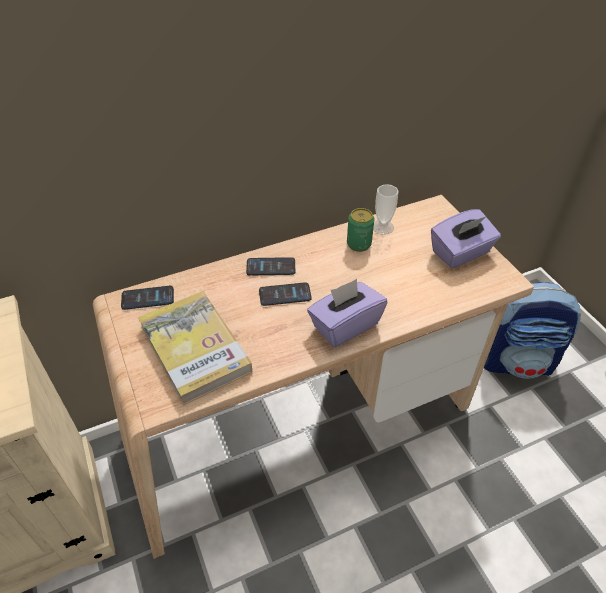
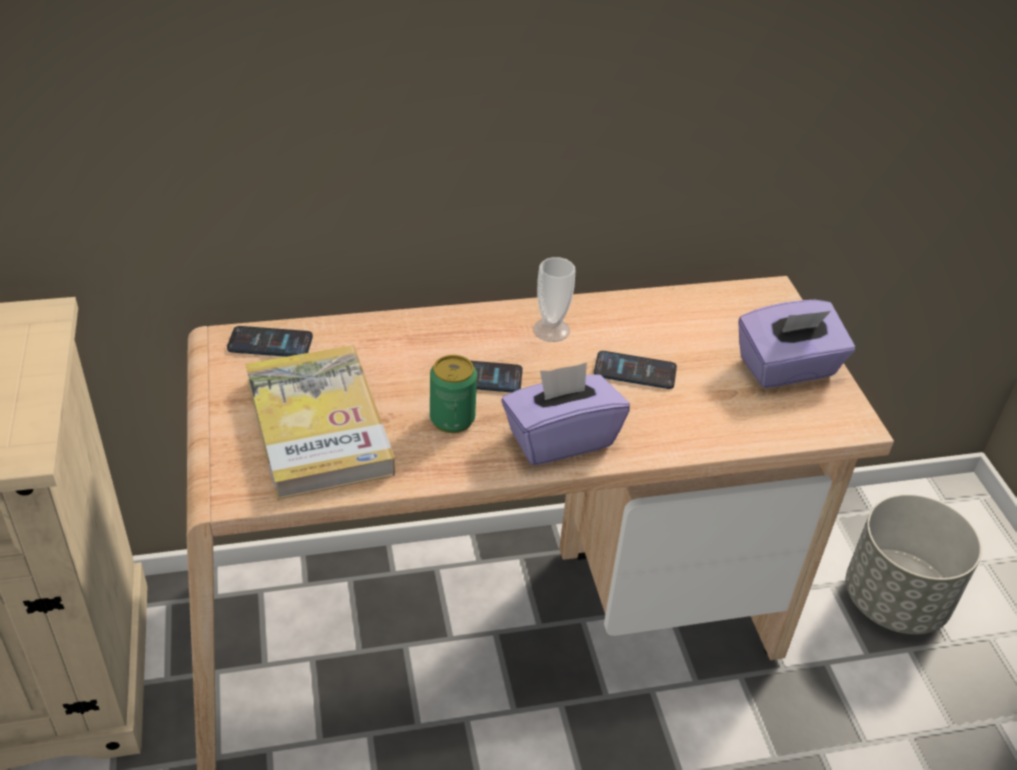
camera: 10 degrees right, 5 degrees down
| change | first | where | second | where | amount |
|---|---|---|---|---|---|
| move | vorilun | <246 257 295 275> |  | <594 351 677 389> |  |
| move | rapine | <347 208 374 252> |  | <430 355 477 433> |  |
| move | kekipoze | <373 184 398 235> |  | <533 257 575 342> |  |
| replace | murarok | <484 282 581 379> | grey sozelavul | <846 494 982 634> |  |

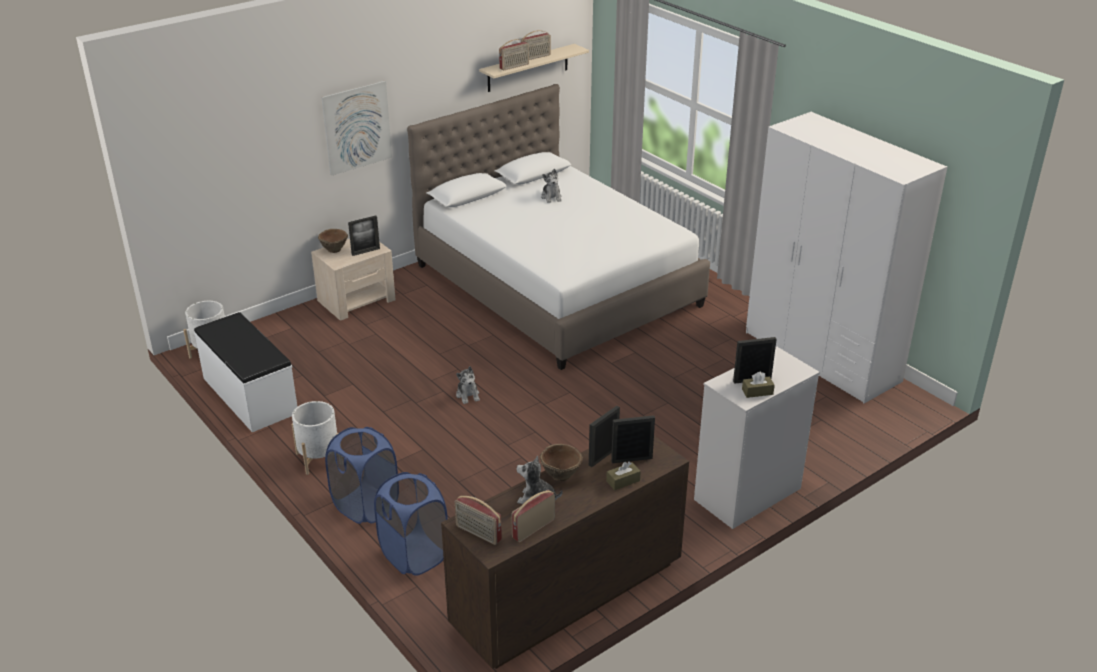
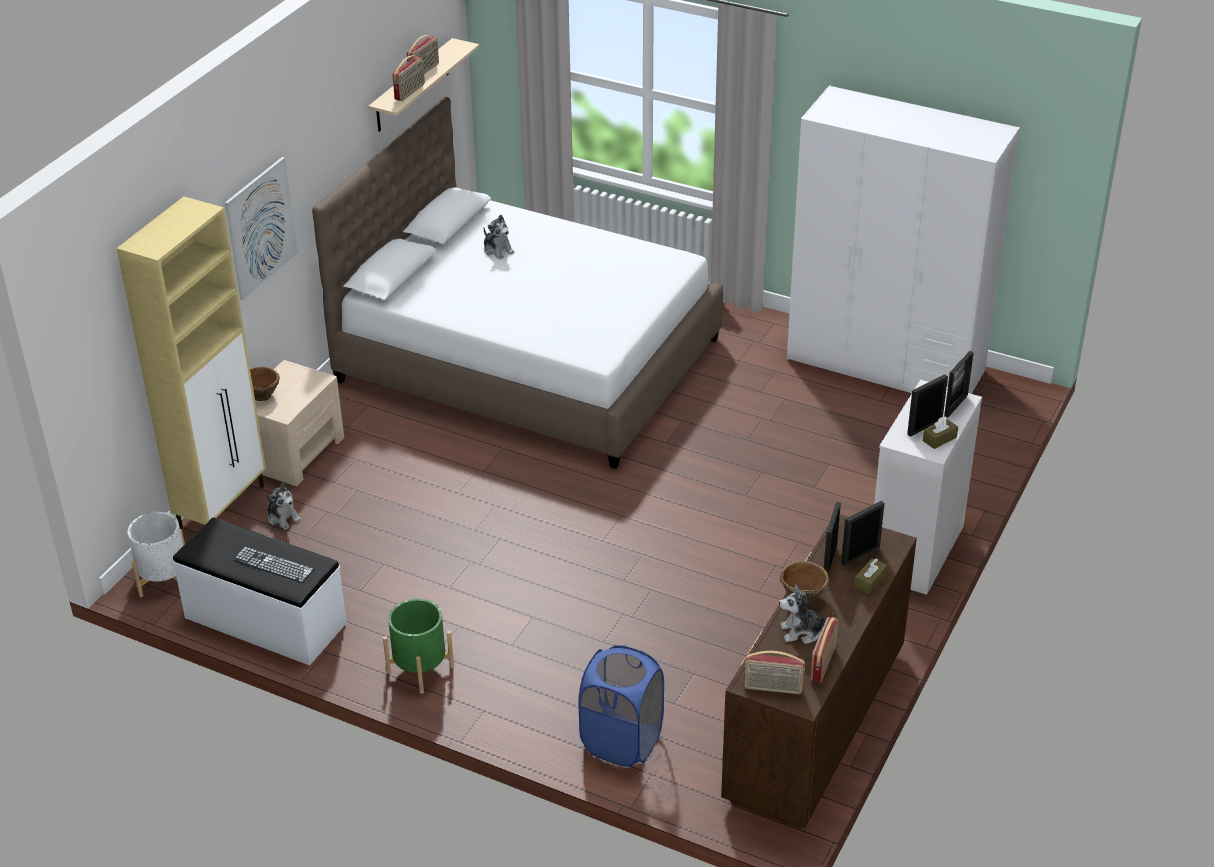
camera: 25 degrees left, 5 degrees up
| change | first | where | second | where | amount |
|---|---|---|---|---|---|
| delete | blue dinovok | <325 427 398 524> |  |  |  |
| insert |  |  | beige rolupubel | <116 196 266 529> |  |
| insert |  |  | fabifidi | <234 546 314 583> |  |
| move | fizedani | <348 215 380 256> |  | <944 351 974 417> |  |
| move | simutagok | <456 366 480 404> |  | <266 483 301 530> |  |
| recolor | white sozelavul | <292 401 338 475> | green sozelavul | <383 599 454 694> |  |

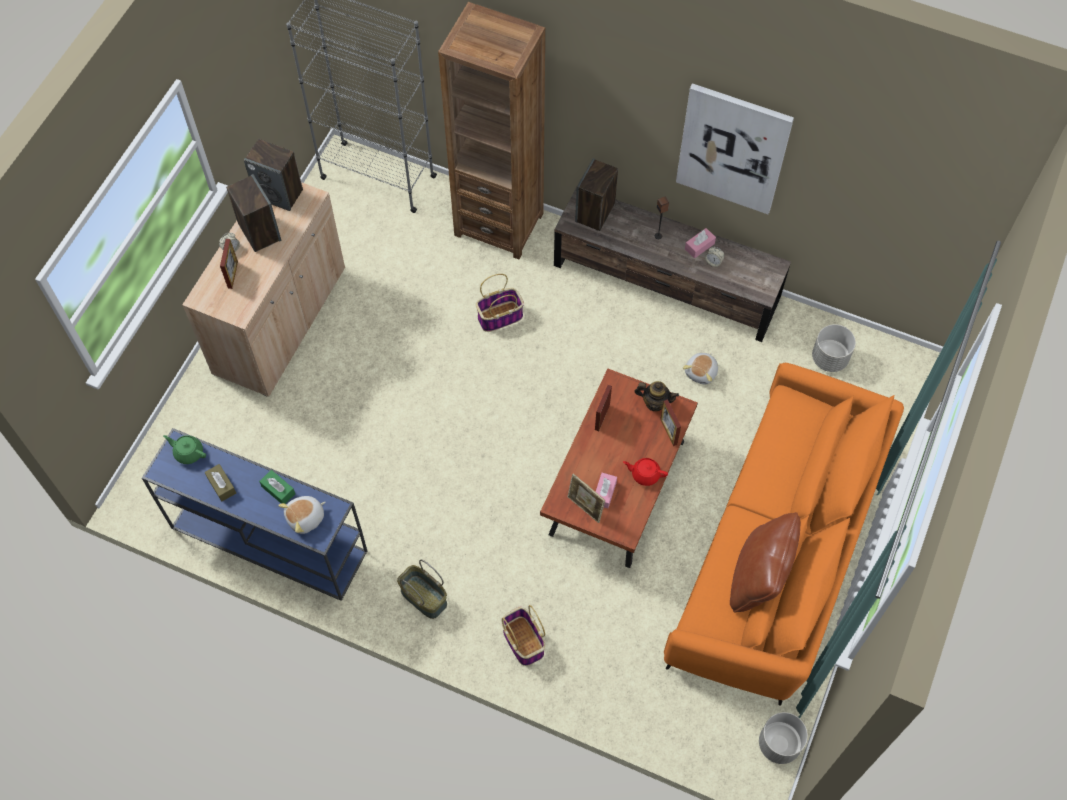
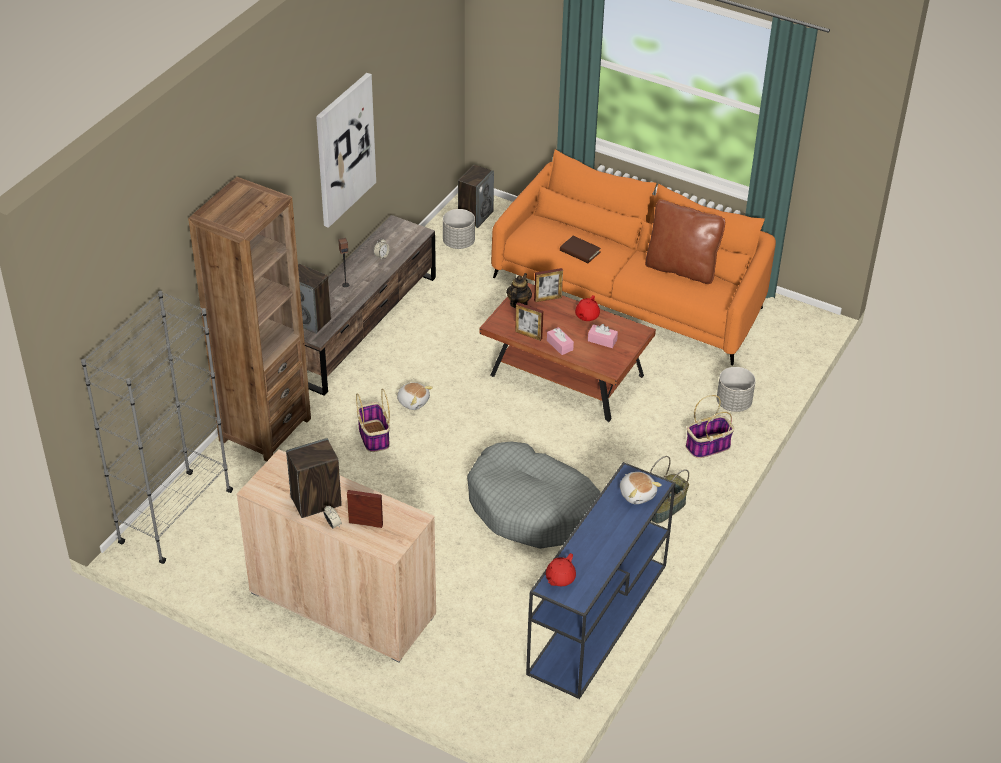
camera: 85 degrees left, 20 degrees down
| change | first | where | second | where | amount |
|---|---|---|---|---|---|
| delete | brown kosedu | <204 464 236 502> |  |  |  |
| delete | green kosedu | <259 470 295 504> |  |  |  |
| delete | fizedani | <568 474 605 523> |  |  |  |
| insert |  |  | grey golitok | <467 441 601 549> |  |
| insert |  |  | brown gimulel | <560 236 601 263> |  |
| move | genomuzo | <244 139 303 211> |  | <458 165 494 228> |  |
| move | simutagok | <683 353 718 384> |  | <397 382 433 410> |  |
| move | pink kosedu | <685 228 716 258> |  | <547 327 574 355> |  |
| move | grey sozelavul | <759 712 808 764> |  | <717 367 756 412> |  |
| recolor | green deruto | <163 435 206 464> | red deruto | <546 553 576 586> |  |

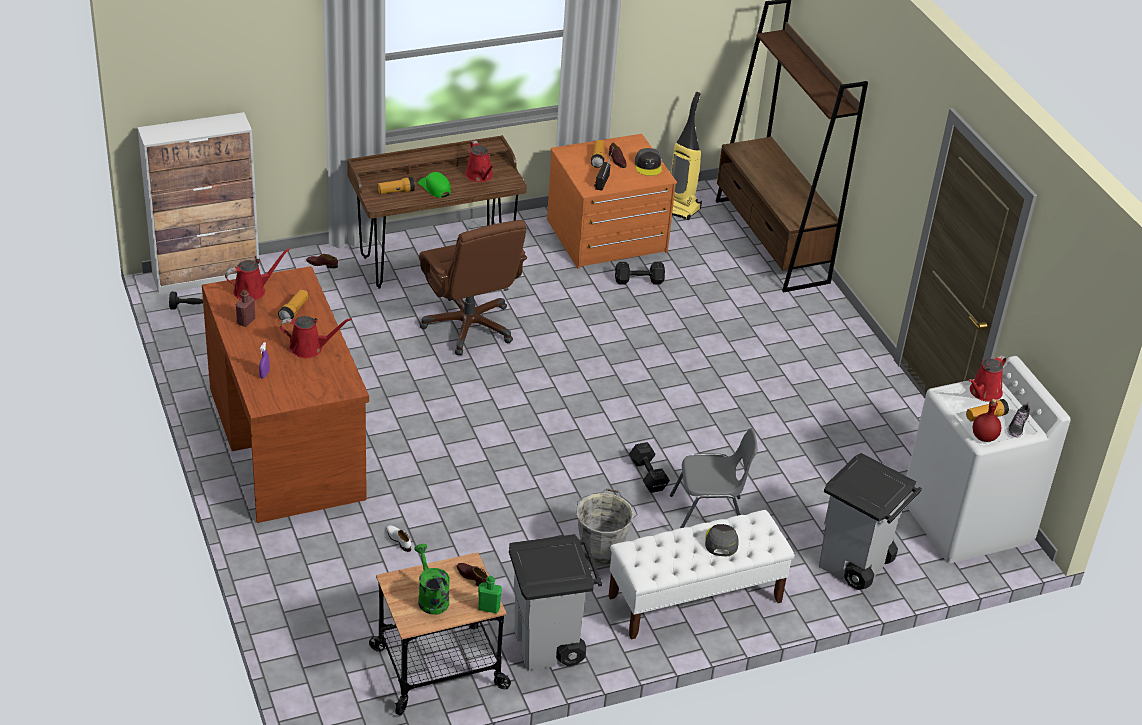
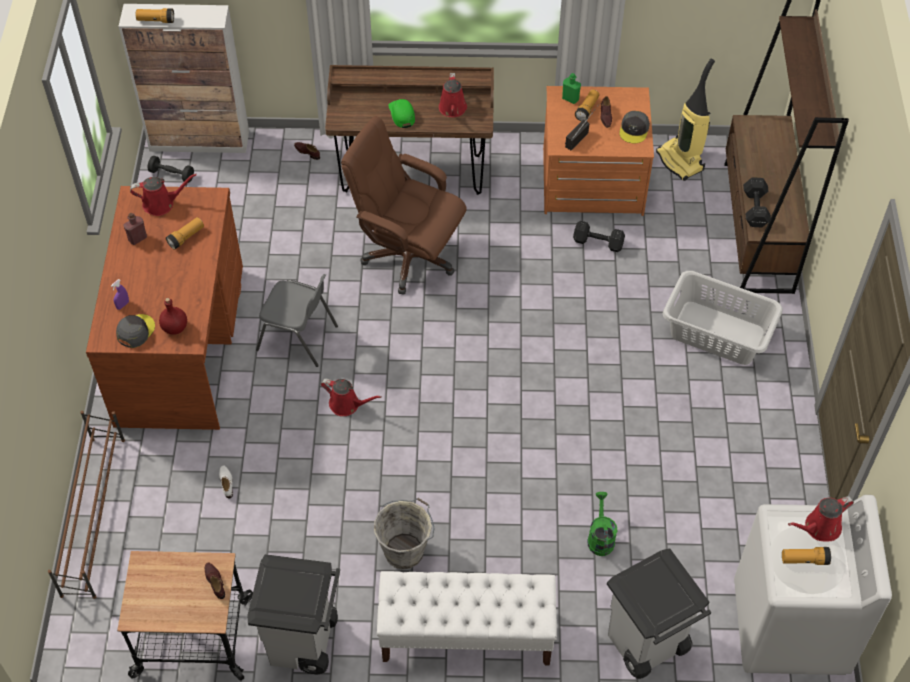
camera: 25 degrees right, 15 degrees up
| change | first | where | second | where | amount |
|---|---|---|---|---|---|
| delete | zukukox | <1008 402 1029 437> |  |  |  |
| insert |  |  | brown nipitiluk | <48 411 125 599> |  |
| insert |  |  | grey dinovok | <663 271 783 365> |  |
| move | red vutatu | <280 316 352 358> |  | <321 379 382 416> |  |
| move | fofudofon | <378 177 415 194> |  | <135 8 174 23> |  |
| move | green vutatu | <414 544 450 615> |  | <587 492 617 556> |  |
| move | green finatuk | <478 576 502 613> |  | <562 73 581 104> |  |
| move | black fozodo | <629 442 670 493> |  | <743 177 771 227> |  |
| move | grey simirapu | <670 428 758 528> |  | <256 274 338 367> |  |
| move | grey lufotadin | <705 524 739 556> |  | <116 314 155 348> |  |
| move | red finatuk | <973 399 1001 442> |  | <159 298 187 335> |  |
| rotate | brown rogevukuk | <419 220 527 355> |  | <341 116 467 294> | 120 degrees clockwise |

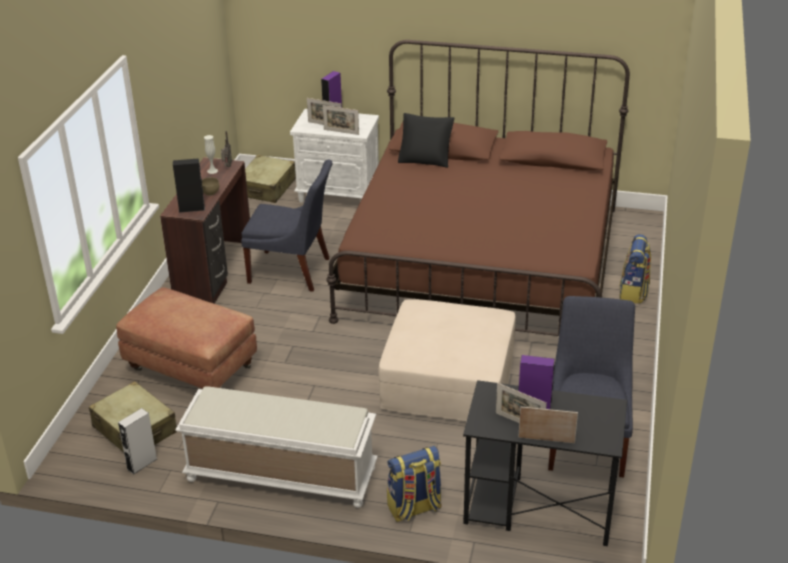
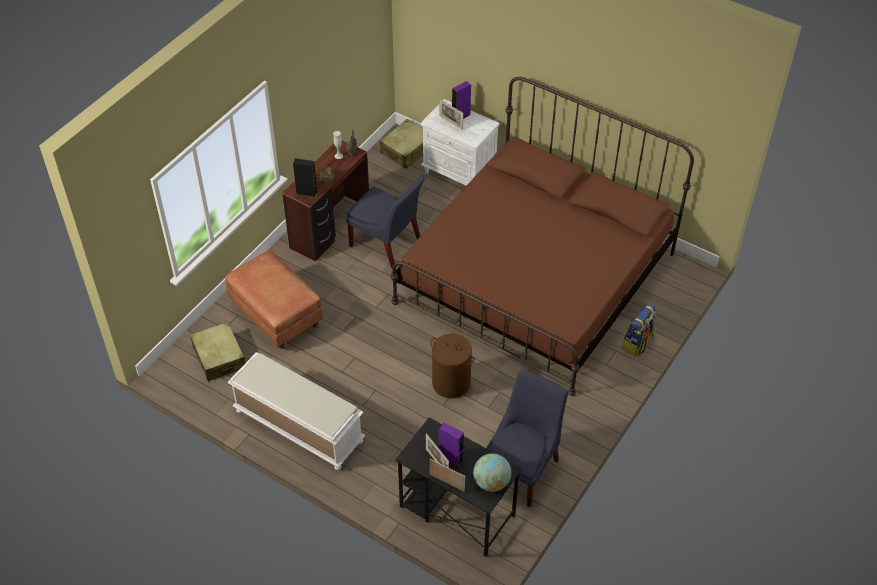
camera: 20 degrees right, 15 degrees up
| change | first | where | second | where | amount |
|---|---|---|---|---|---|
| delete | grey genomuzo | <118 408 157 474> |  |  |  |
| delete | fizedani | <323 105 359 135> |  |  |  |
| delete | murarok | <387 446 442 522> |  |  |  |
| delete | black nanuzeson | <398 113 454 168> |  |  |  |
| insert |  |  | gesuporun | <473 453 511 492> |  |
| replace | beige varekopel | <378 299 516 421> | brown dinovok | <430 334 475 398> |  |

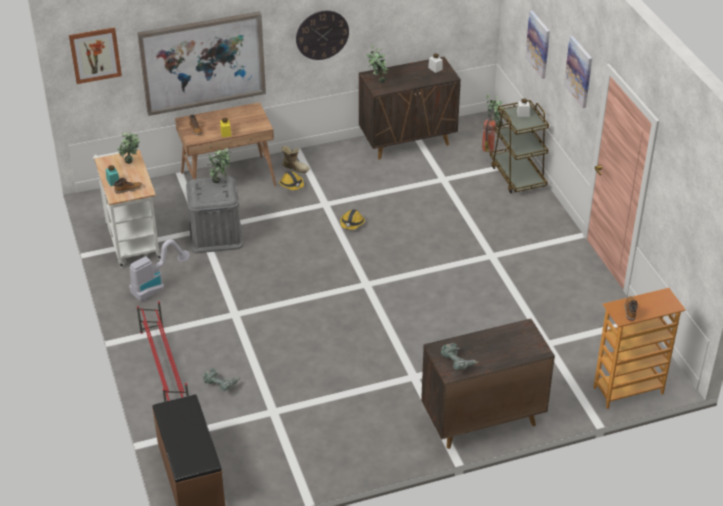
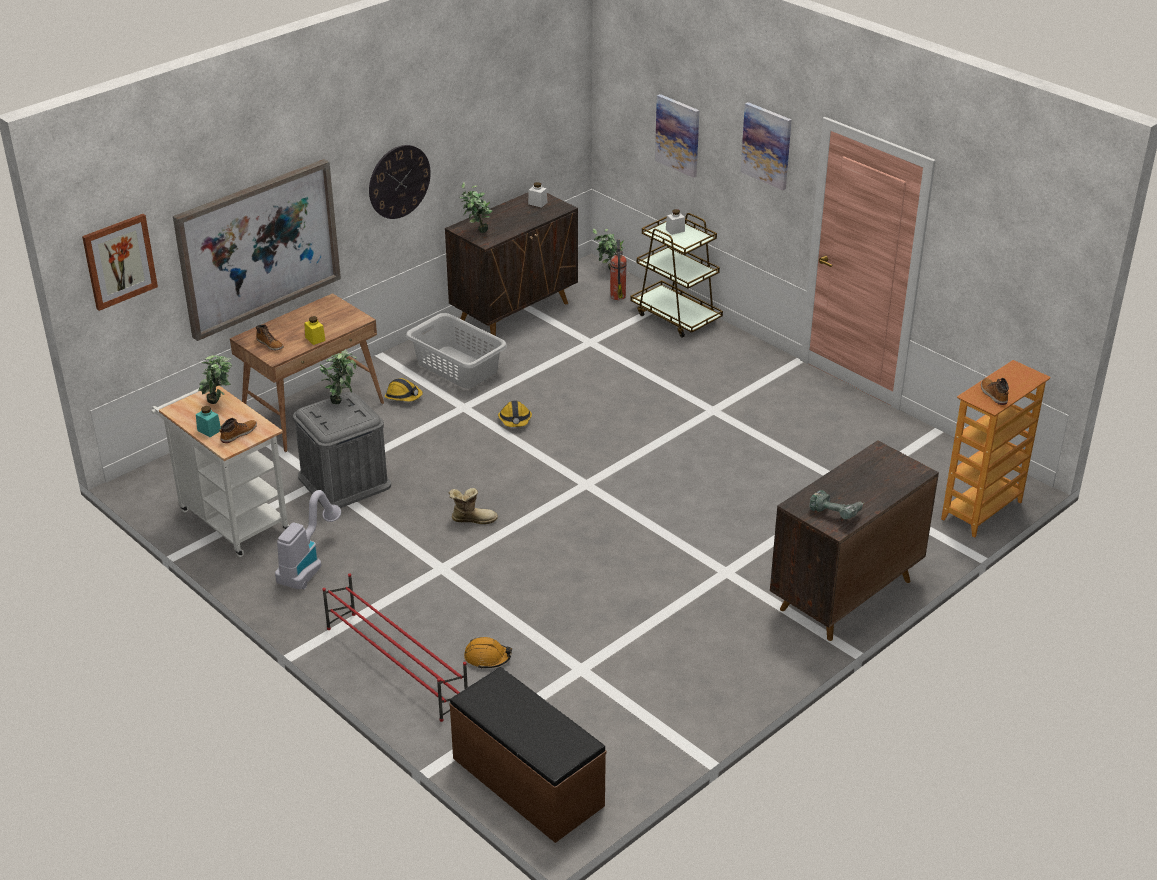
camera: 25 degrees left, 5 degrees down
| change | first | where | second | where | amount |
|---|---|---|---|---|---|
| insert |  |  | grey dinovok | <406 313 507 389> |  |
| move | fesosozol | <281 146 310 173> |  | <449 488 498 524> |  |
| replace | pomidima | <203 369 239 391> | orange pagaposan | <464 637 512 669> |  |

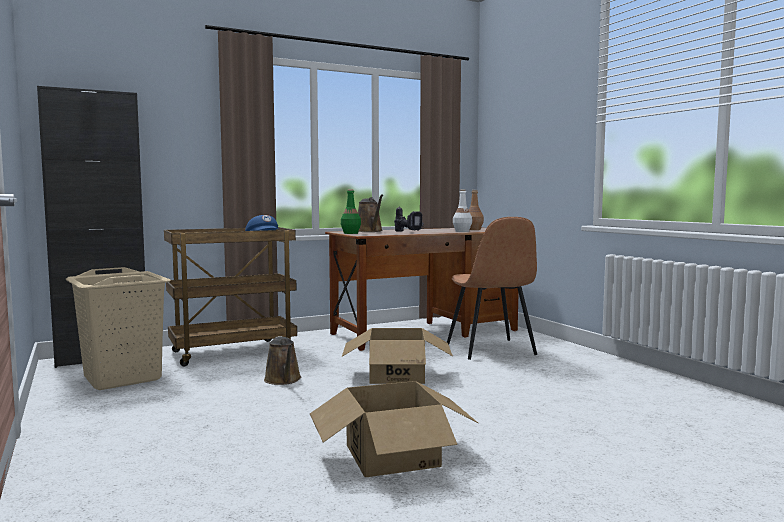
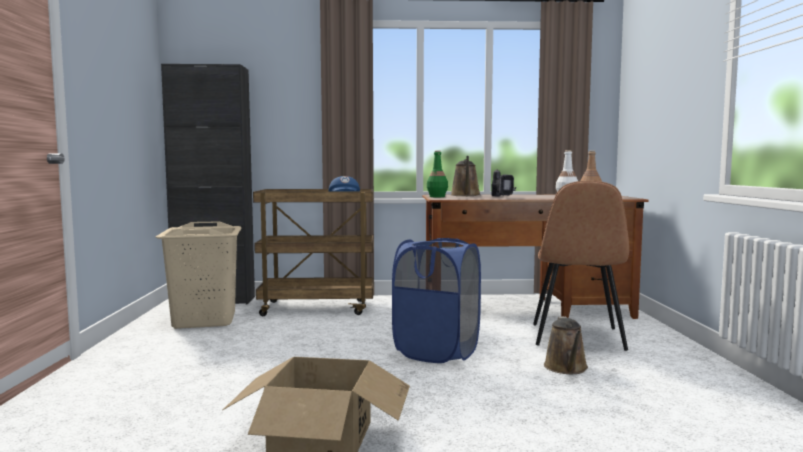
camera: 25 degrees right, 0 degrees up
| change | first | where | second | where | amount |
|---|---|---|---|---|---|
| move | brown vutatu | <264 336 301 385> |  | <544 317 588 374> |  |
| replace | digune | <342 328 453 384> | blue dinovok | <392 238 481 363> |  |

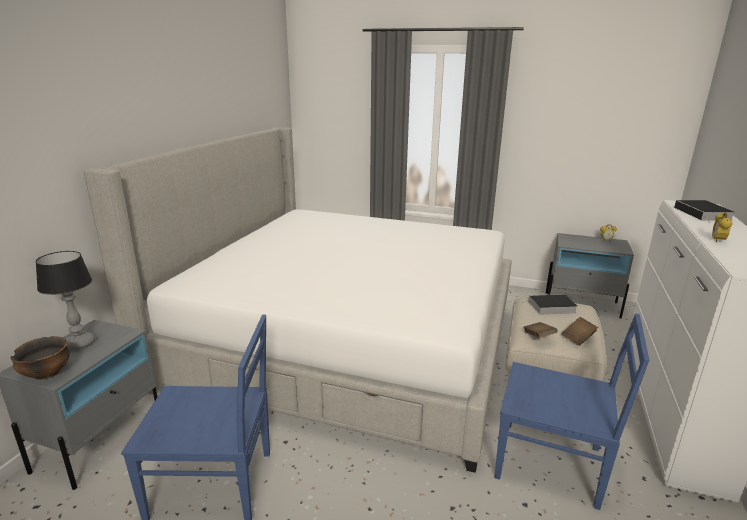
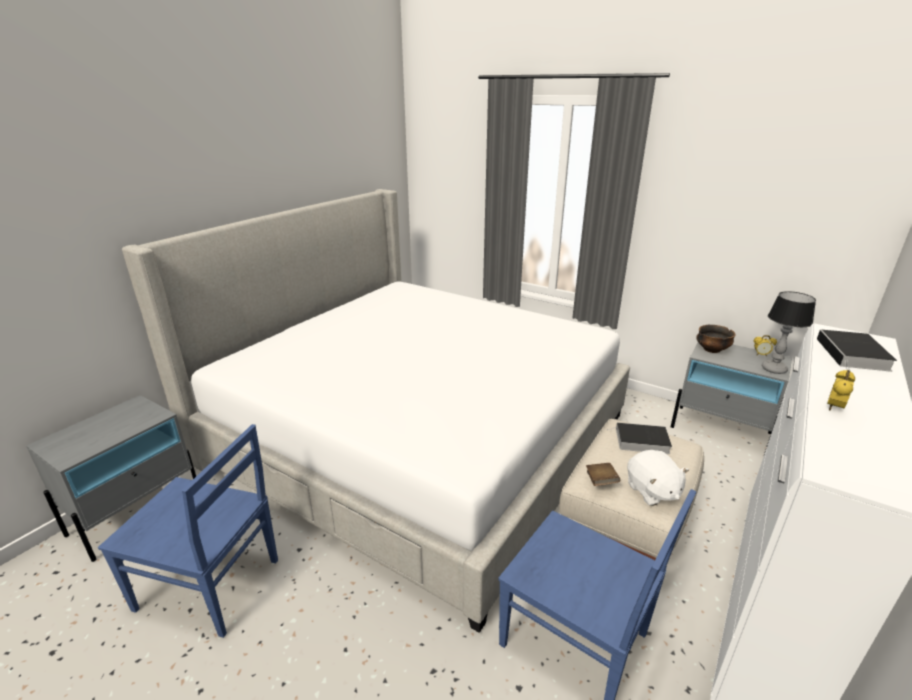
camera: 15 degrees right, 5 degrees up
| change | first | where | second | where | amount |
|---|---|---|---|---|---|
| move | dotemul | <11 336 70 380> |  | <696 325 735 353> |  |
| move | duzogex | <36 251 95 350> |  | <762 291 816 374> |  |
| replace | brown gimulel | <562 317 598 346> | white simutagok | <627 450 689 506> |  |

